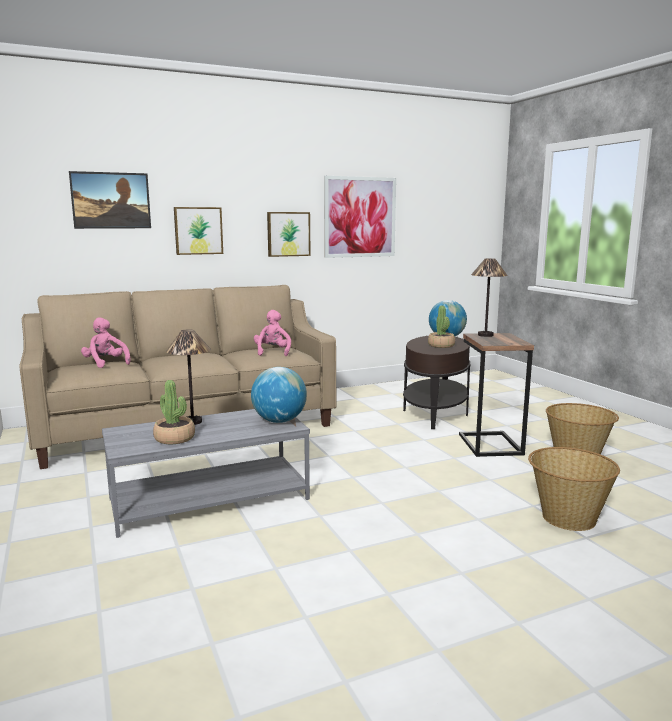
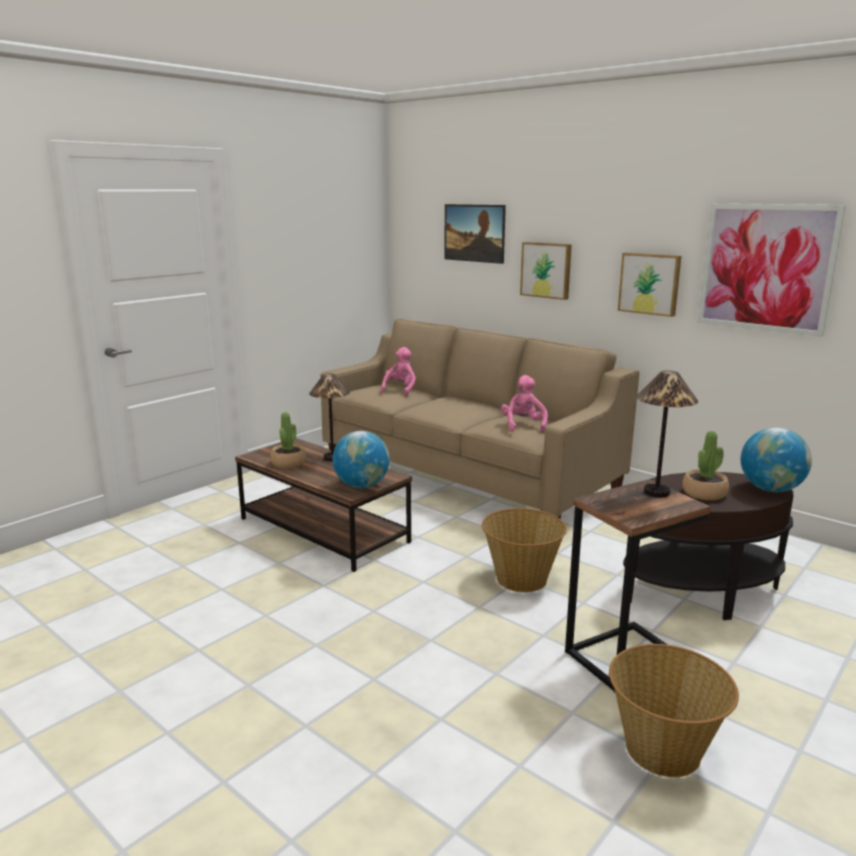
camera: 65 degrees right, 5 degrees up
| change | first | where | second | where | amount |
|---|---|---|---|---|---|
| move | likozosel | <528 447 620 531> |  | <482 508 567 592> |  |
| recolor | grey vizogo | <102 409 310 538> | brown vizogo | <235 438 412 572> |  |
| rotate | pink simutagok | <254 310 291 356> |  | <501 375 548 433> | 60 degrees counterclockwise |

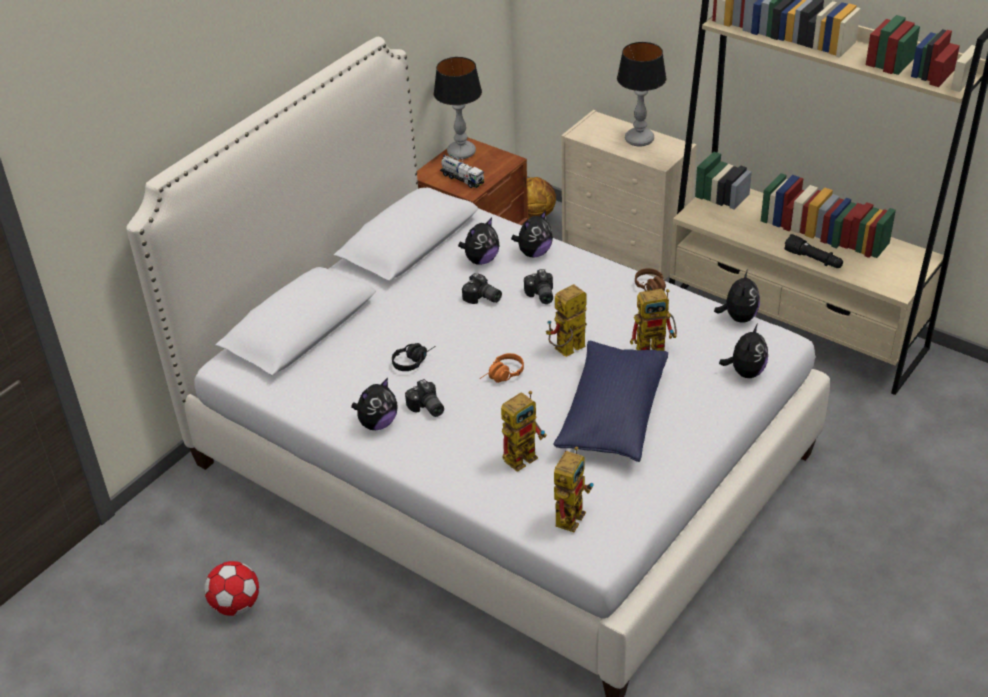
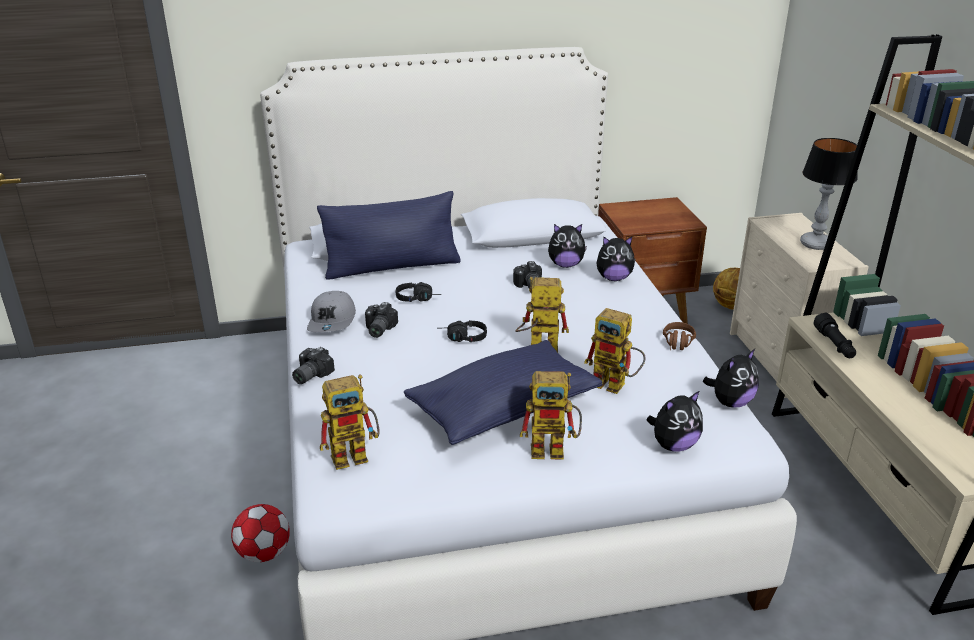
camera: 40 degrees right, 10 degrees down
| change | first | where | second | where | amount |
|---|---|---|---|---|---|
| delete | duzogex | <434 57 482 159> |  |  |  |
| delete | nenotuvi | <440 153 484 188> |  |  |  |
| insert |  |  | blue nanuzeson | <317 191 461 280> |  |
| move | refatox | <204 561 259 616> |  | <231 504 290 562> |  |
| move | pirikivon | <501 391 547 472> |  | <520 371 582 460> |  |
| move | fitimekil | <524 269 553 304> |  | <292 347 335 384> |  |
| move | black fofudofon | <784 234 843 268> |  | <814 312 856 358> |  |
| replace | simutagok | <351 378 397 430> | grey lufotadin | <307 291 356 332> |  |
| recolor | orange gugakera | <480 353 524 383> | black gugakera | <447 320 487 342> |  |

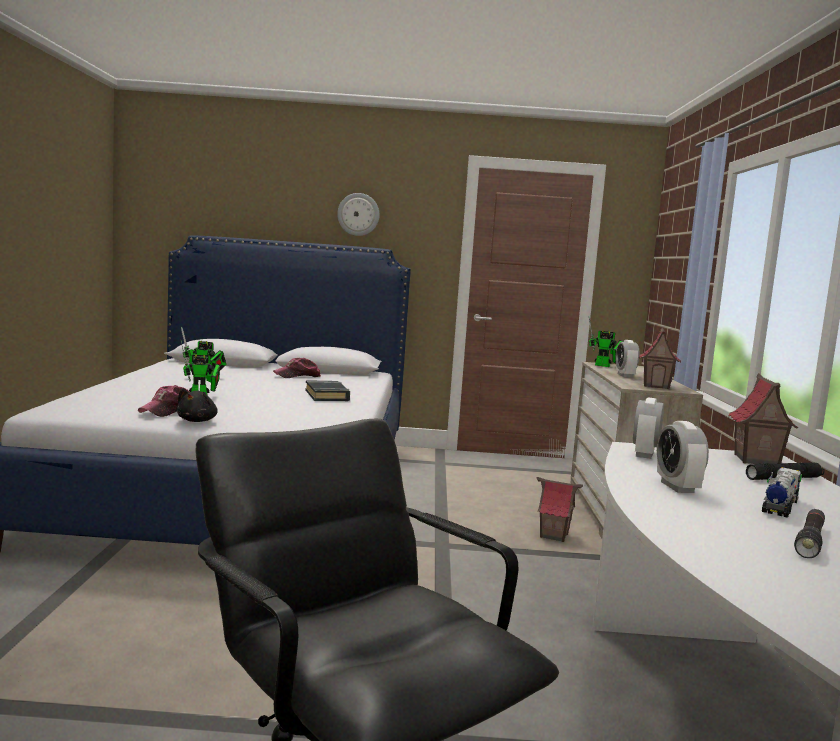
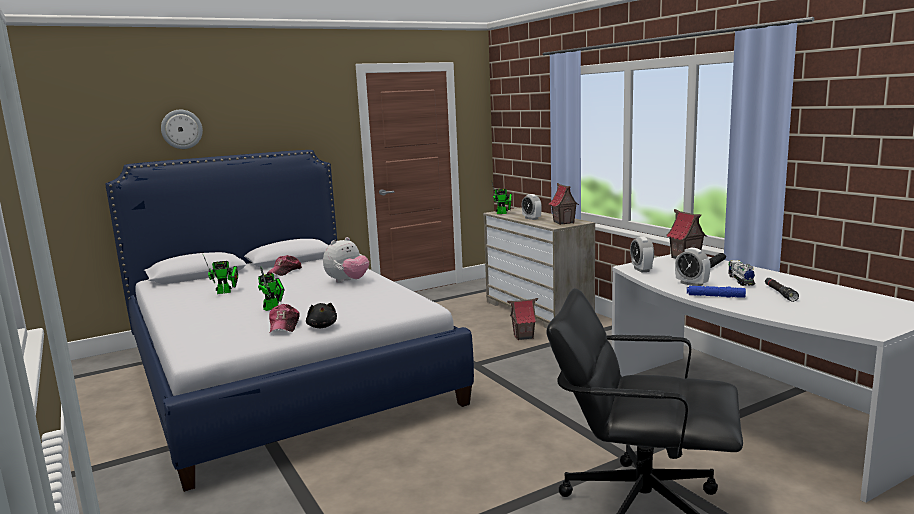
camera: 30 degrees left, 5 degrees up
| change | first | where | second | where | amount |
|---|---|---|---|---|---|
| insert |  |  | blue fofudofon | <687 286 746 298> |  |
| move | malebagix | <337 193 380 236> |  | <161 110 203 149> |  |
| replace | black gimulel | <305 380 350 401> | simutagok | <323 237 369 283> |  |

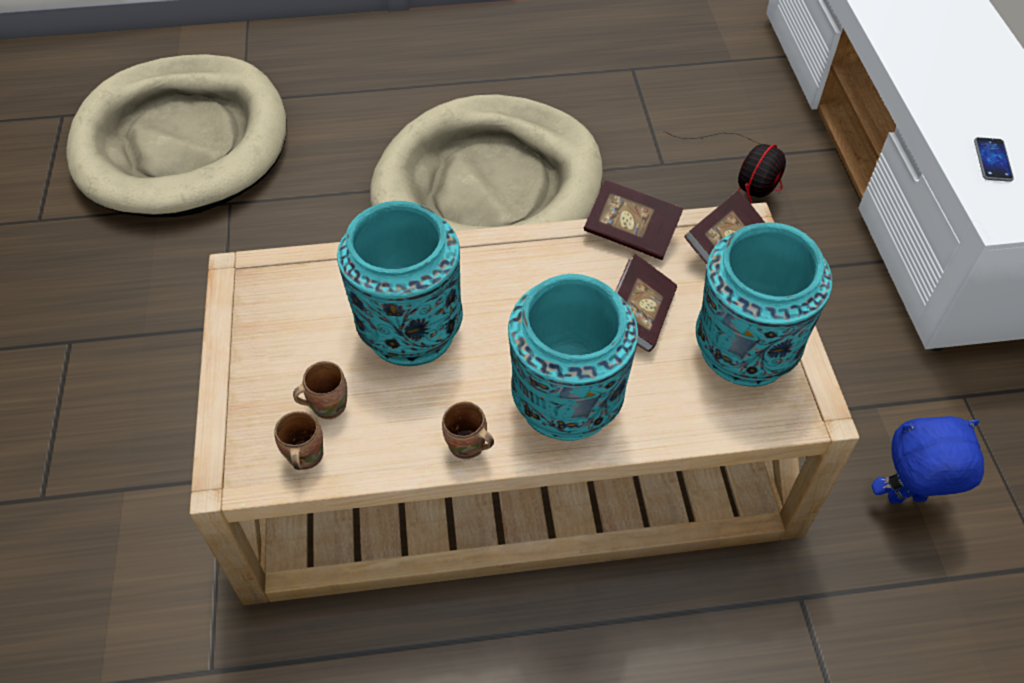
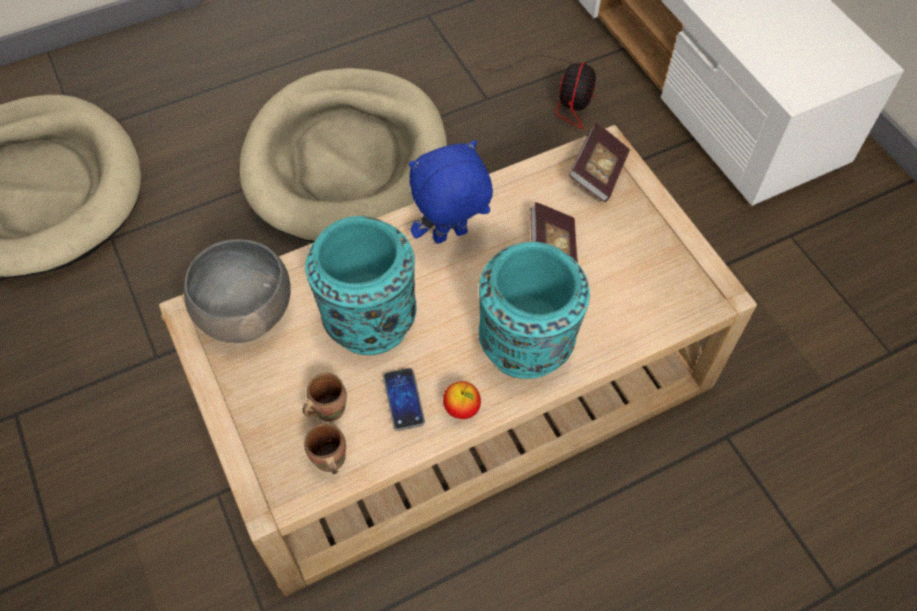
camera: 20 degrees left, 5 degrees up
| change | first | where | second | where | amount |
|---|---|---|---|---|---|
| delete | gimulel | <584 180 683 260> |  |  |  |
| delete | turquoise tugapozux | <696 222 832 387> |  |  |  |
| insert |  |  | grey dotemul | <184 239 291 343> |  |
| move | blue simutagok | <872 416 984 504> |  | <409 140 493 244> |  |
| move | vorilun | <974 137 1014 182> |  | <383 368 425 431> |  |
| replace | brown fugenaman | <442 402 494 459> | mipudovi | <443 381 481 419> |  |

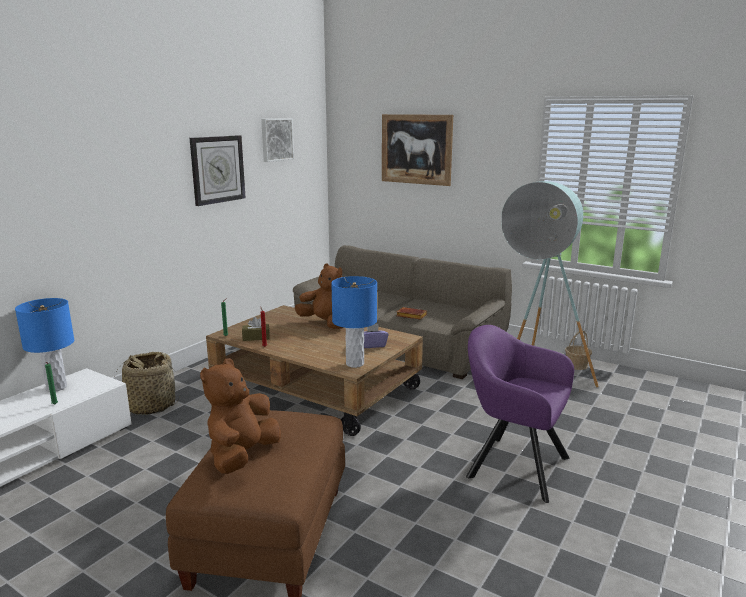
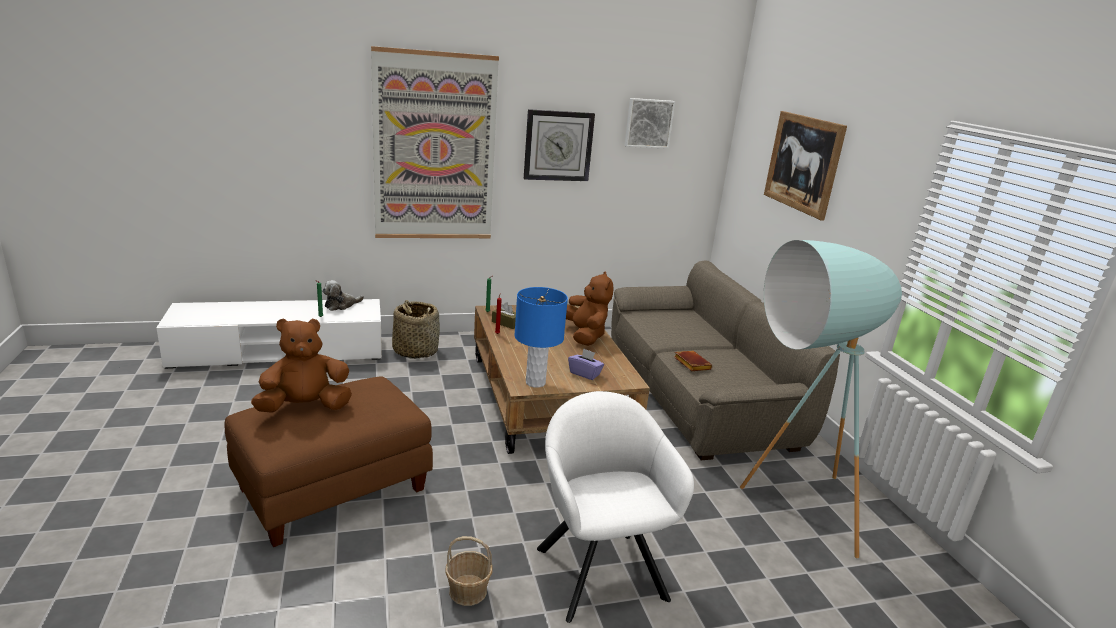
camera: 40 degrees right, 5 degrees up
| change | first | where | second | where | amount |
|---|---|---|---|---|---|
| insert |  |  | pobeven | <371 46 499 238> |  |
| move | likozosel | <565 330 592 370> |  | <445 536 493 606> |  |
| replace | blue duzogex | <15 298 74 392> | simutagok | <322 280 364 311> |  |
| recolor | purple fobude | <466 325 574 503> | white fobude | <537 391 694 623> |  |

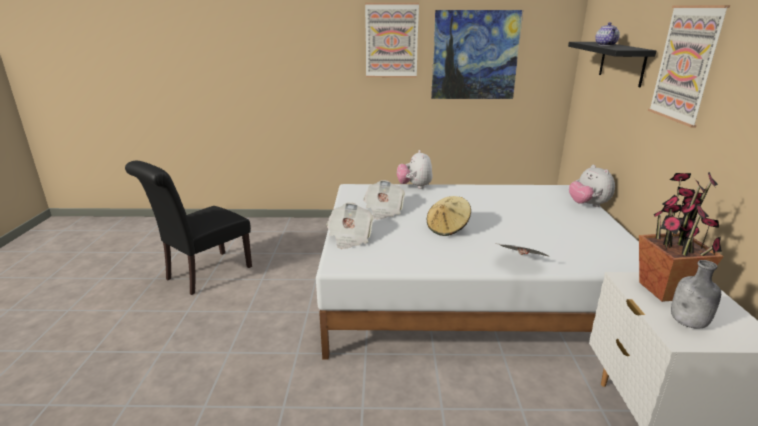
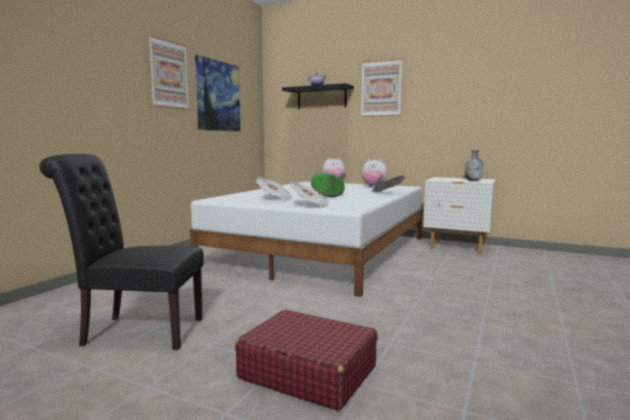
camera: 65 degrees left, 15 degrees down
| change | first | where | second | where | amount |
|---|---|---|---|---|---|
| delete | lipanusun | <639 172 724 302> |  |  |  |
| insert |  |  | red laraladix | <235 310 378 410> |  |
| move | simutagok | <397 150 433 189> |  | <362 159 387 187> |  |
| recolor | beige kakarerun | <427 196 471 236> | green kakarerun | <311 173 345 197> |  |
| rotate | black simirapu | <125 161 252 295> |  | <39 154 204 350> | 120 degrees clockwise |

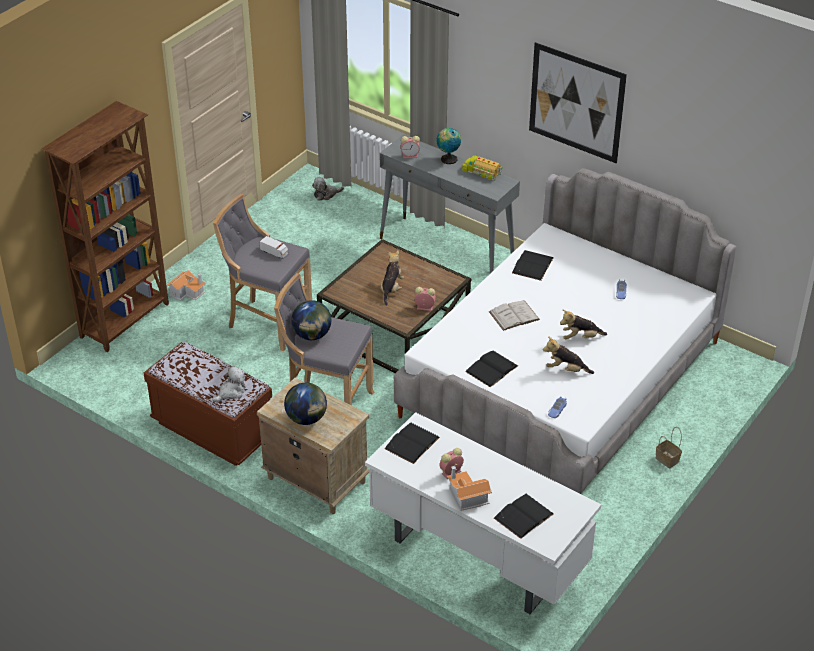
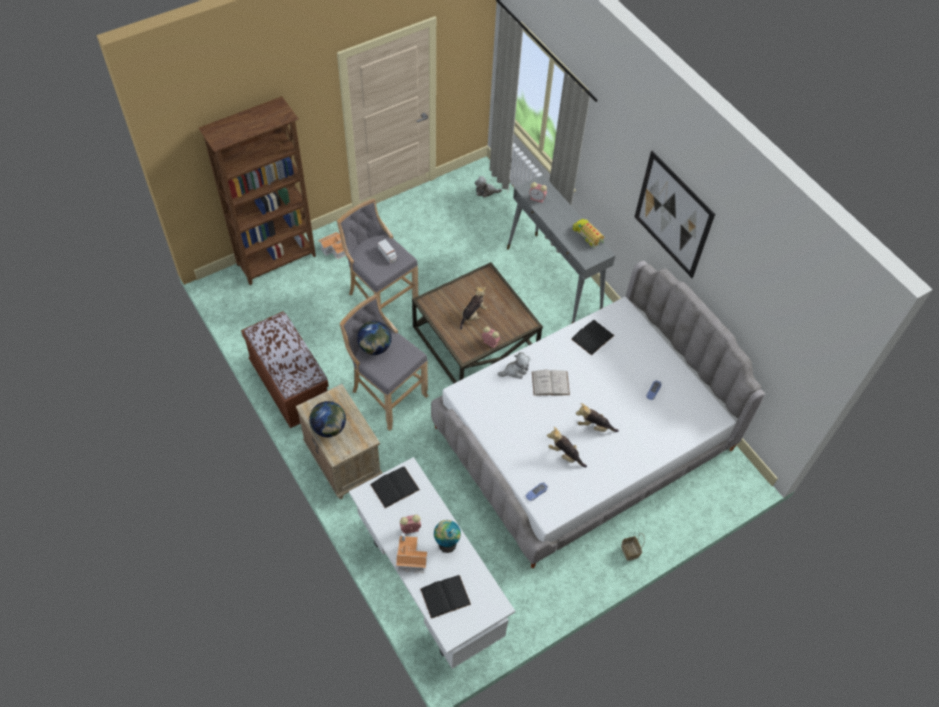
camera: 20 degrees right, 15 degrees up
| change | first | where | second | where | amount |
|---|---|---|---|---|---|
| delete | black gimulel | <465 351 518 387> |  |  |  |
| move | simutagok | <212 366 246 402> |  | <498 352 531 379> |  |
| move | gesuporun | <437 128 461 164> |  | <434 520 461 553> |  |

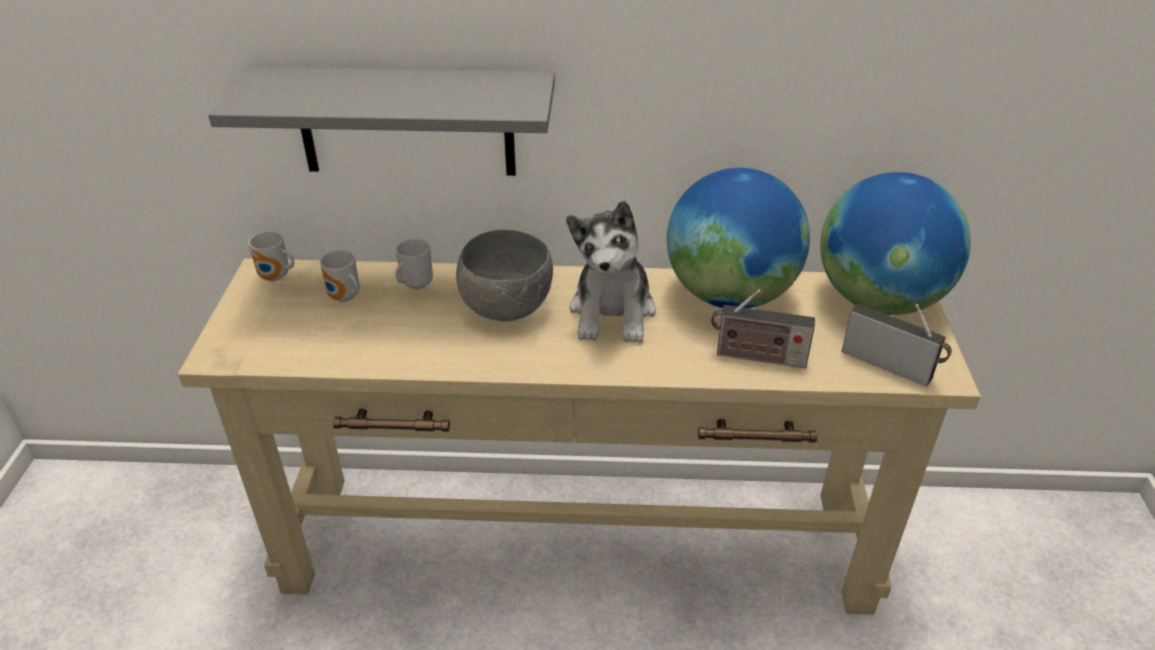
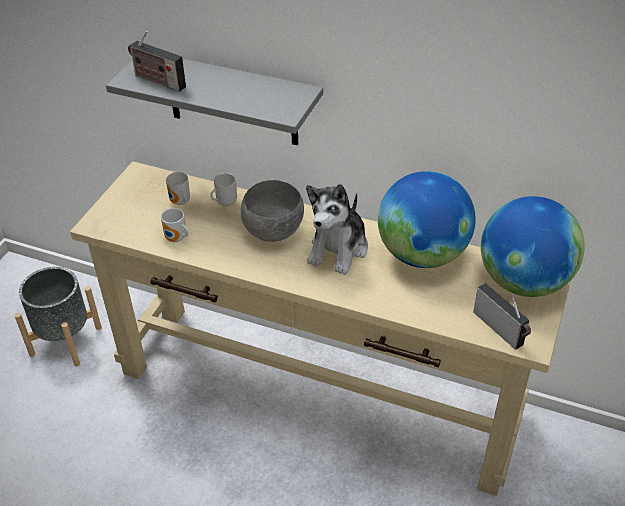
camera: 20 degrees right, 5 degrees up
| change | first | where | second | where | amount |
|---|---|---|---|---|---|
| insert |  |  | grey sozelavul | <14 267 102 366> |  |
| move | fugenaman | <248 231 294 281> |  | <161 208 189 242> |  |
| move | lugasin | <711 290 815 368> |  | <128 31 186 92> |  |

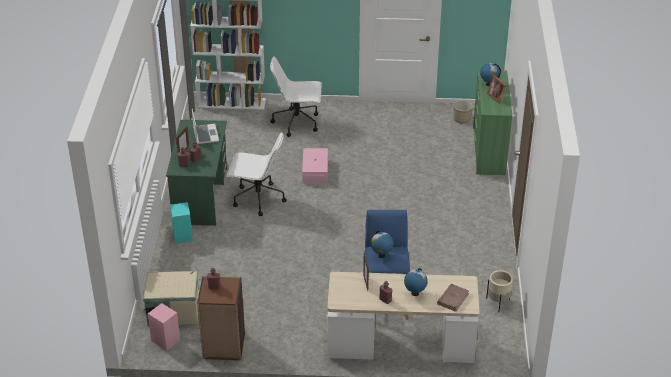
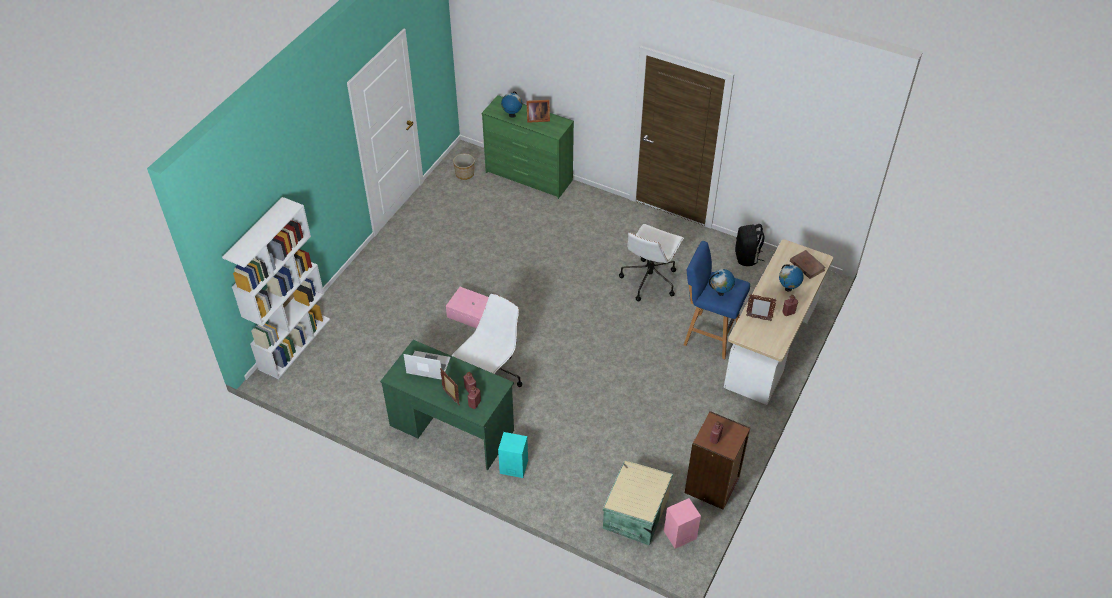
camera: 65 degrees left, 10 degrees up
| change | first | where | second | where | amount |
|---|---|---|---|---|---|
| move | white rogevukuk | <270 56 322 137> |  | <619 224 684 301> |  |
| replace | beige sozelavul | <486 270 513 313> | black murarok | <735 224 765 266> |  |

